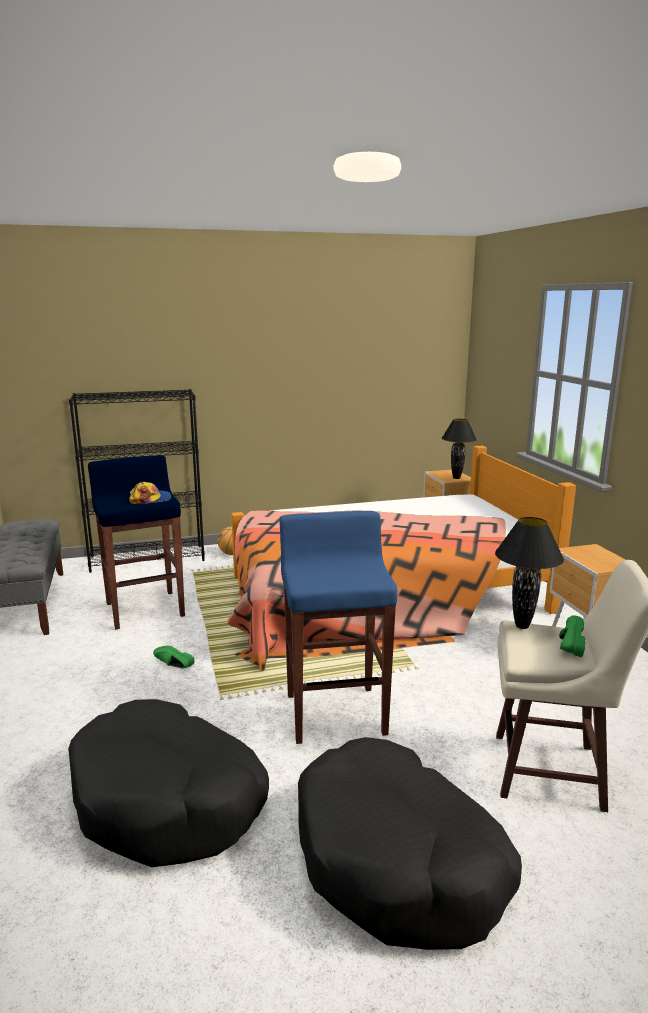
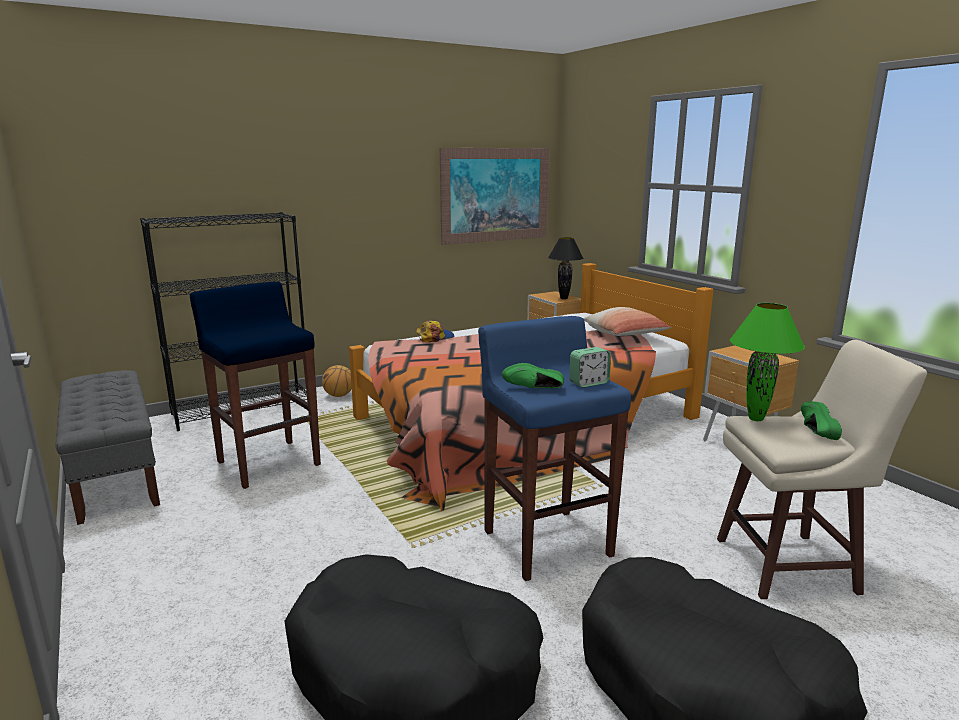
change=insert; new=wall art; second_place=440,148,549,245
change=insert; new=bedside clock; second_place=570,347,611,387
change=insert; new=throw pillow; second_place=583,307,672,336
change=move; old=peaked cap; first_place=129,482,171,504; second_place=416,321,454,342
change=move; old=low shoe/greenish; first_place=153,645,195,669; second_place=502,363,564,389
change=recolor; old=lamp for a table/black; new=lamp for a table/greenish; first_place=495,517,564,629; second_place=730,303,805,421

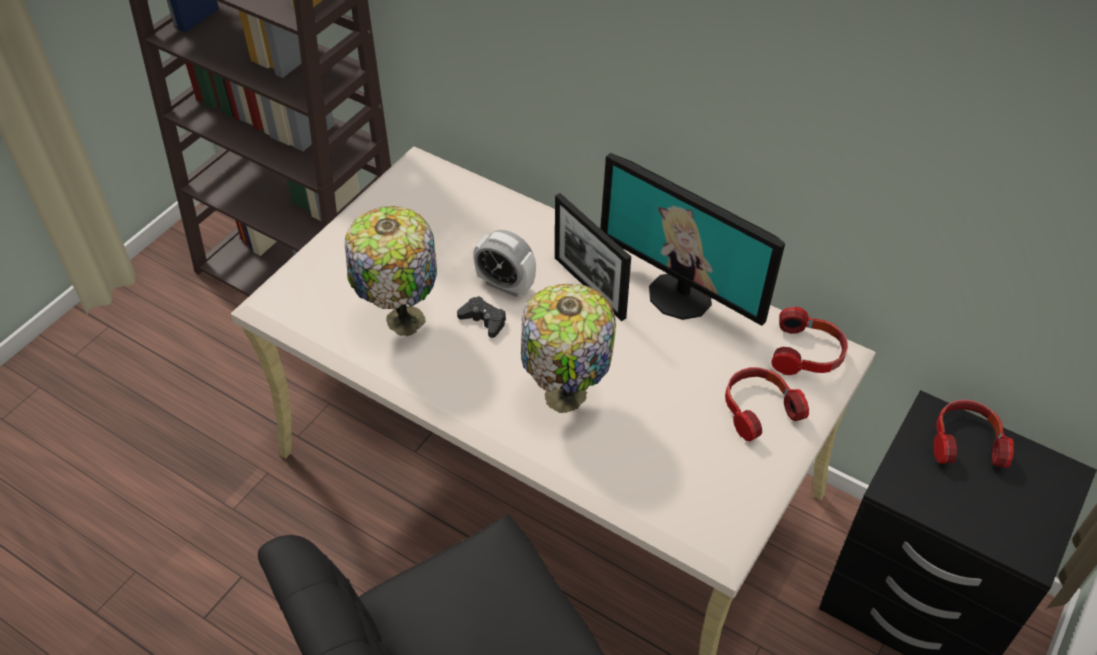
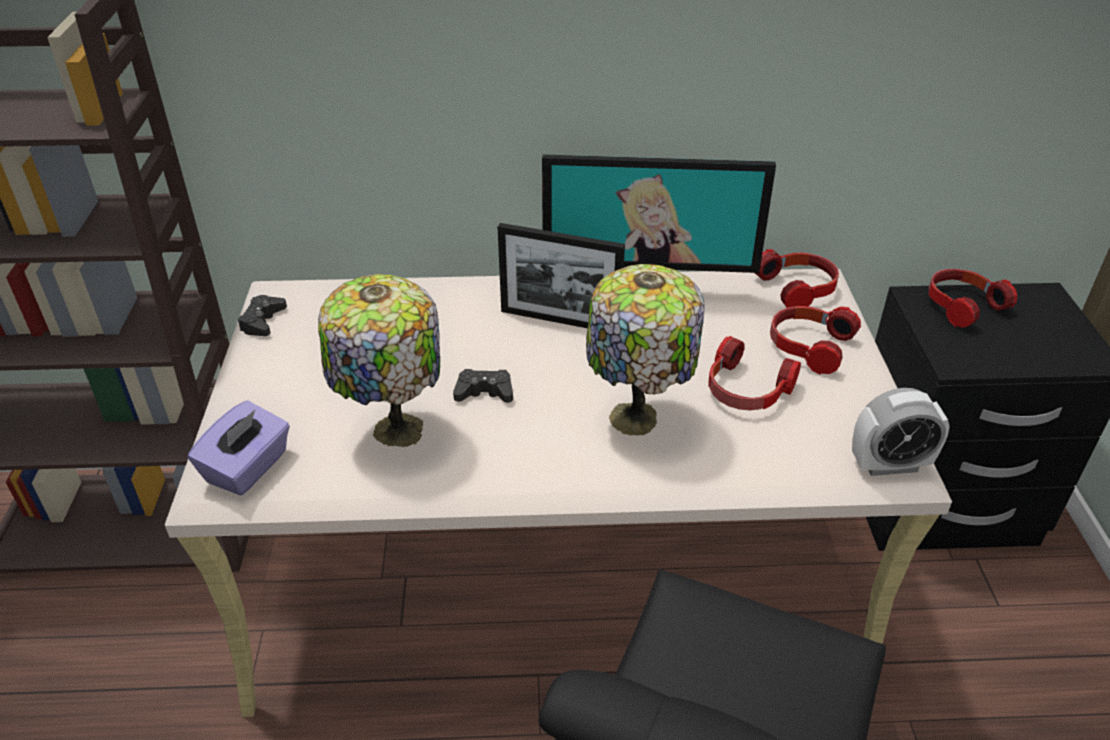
change=insert; new=tissue holder/purple-coloured; second_place=188,400,290,496
change=insert; new=gamepad/black; second_place=238,295,287,336
change=insert; new=pair of headphones; second_place=708,336,801,410
change=move; old=bedside clock; first_place=473,230,536,297; second_place=852,388,950,476

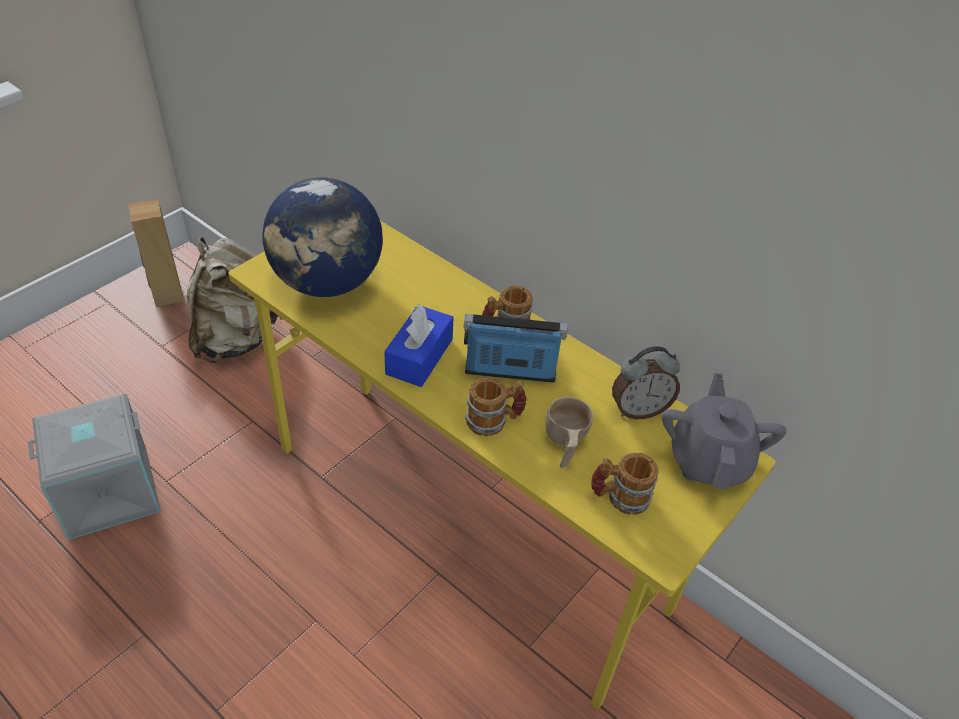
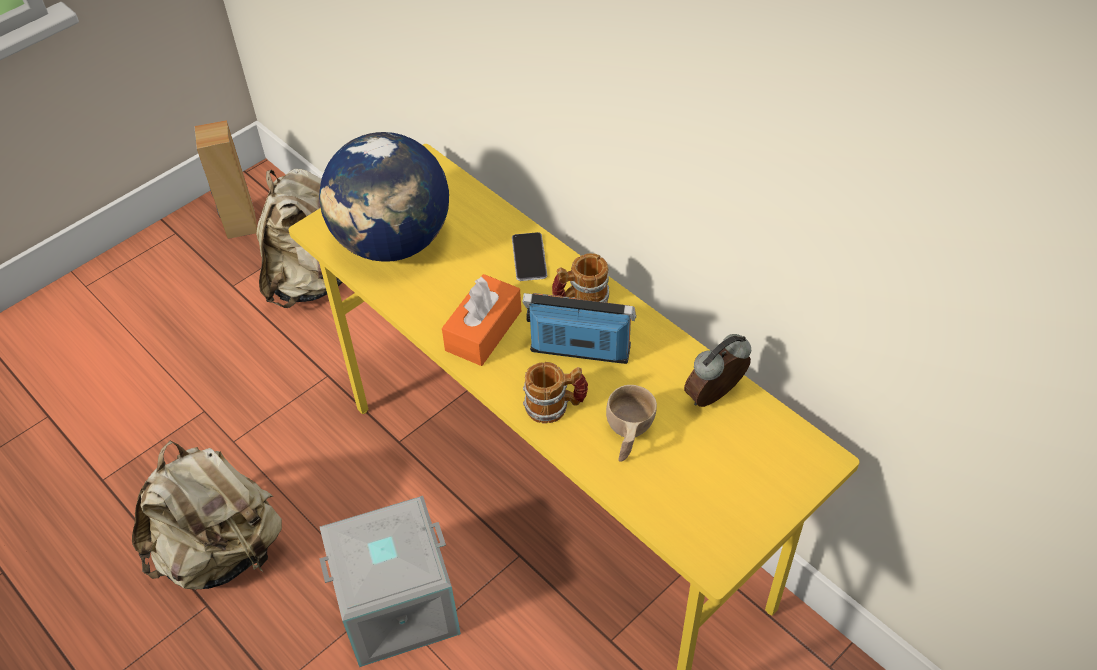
change=delete; old=mug; first_place=591,452,658,515
change=delete; old=teapot/grey; first_place=662,373,786,490
change=insert; new=knapsack/beige; second_place=132,441,282,589
change=insert; new=telephone; second_place=512,232,547,281
change=move; old=storage container/grey; first_place=28,394,161,540; second_place=319,496,461,667
change=recolor; old=tissue holder/blue; new=tissue holder/orange-coloured; first_place=384,304,454,387; second_place=442,274,521,366
change=rotate; old=bedside clock; first_place=612,346,680,419; second_place=684,334,751,407; degrees=150

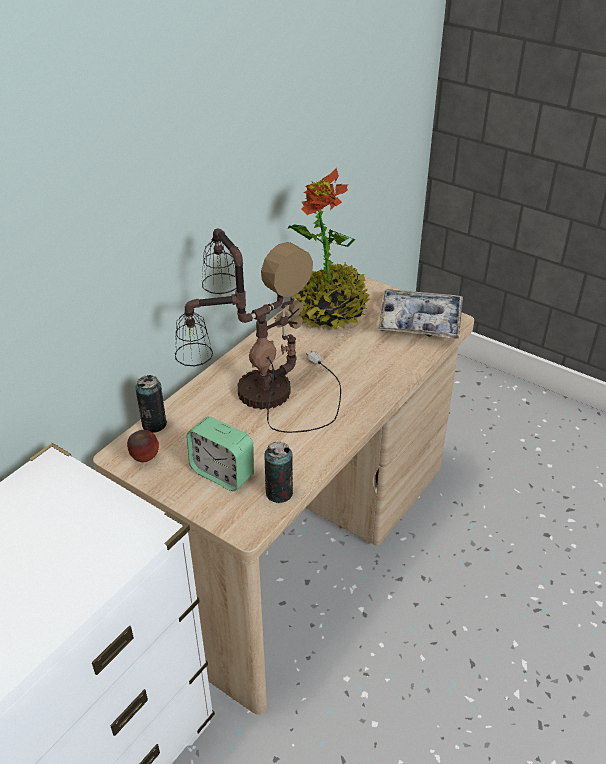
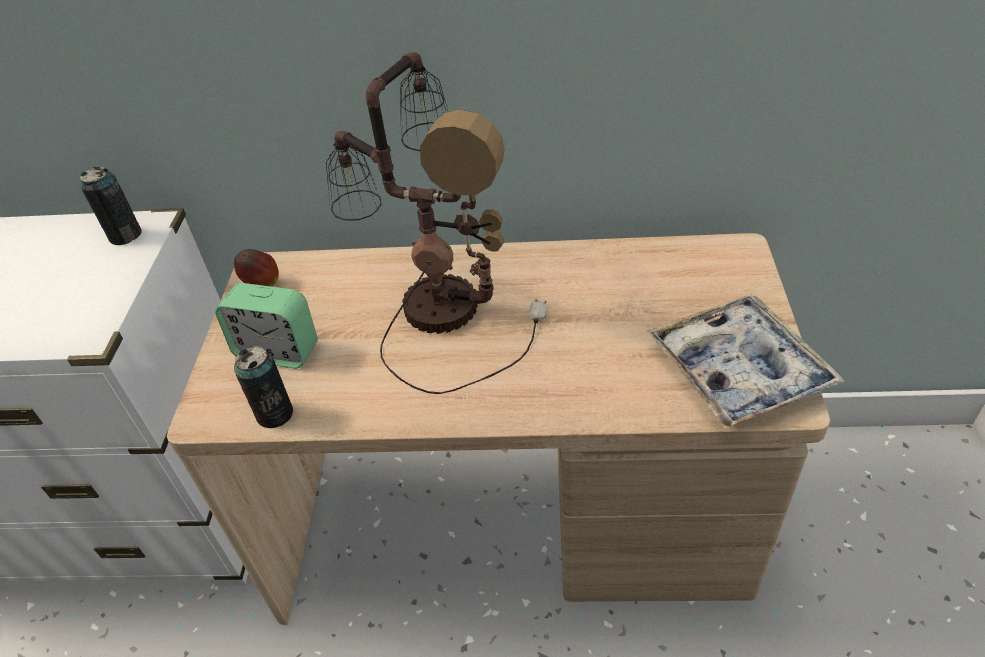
change=delete; old=plant in a pot; first_place=287,168,370,330
change=move; old=sealed can; first_place=135,375,167,433; second_place=80,167,142,245
change=rotate; old=bedside clock; first_place=187,416,254,491; second_place=215,283,318,368; degrees=-75

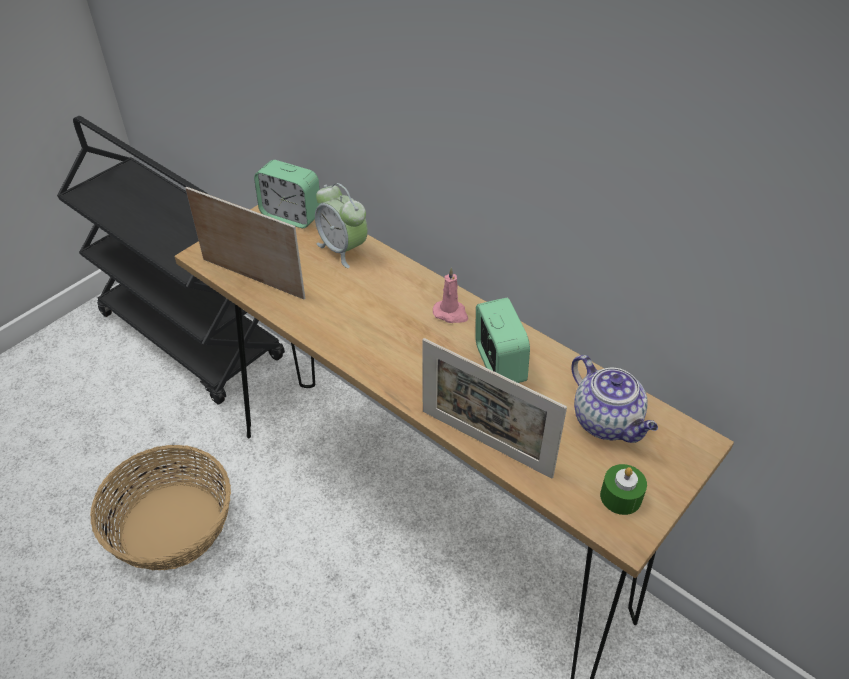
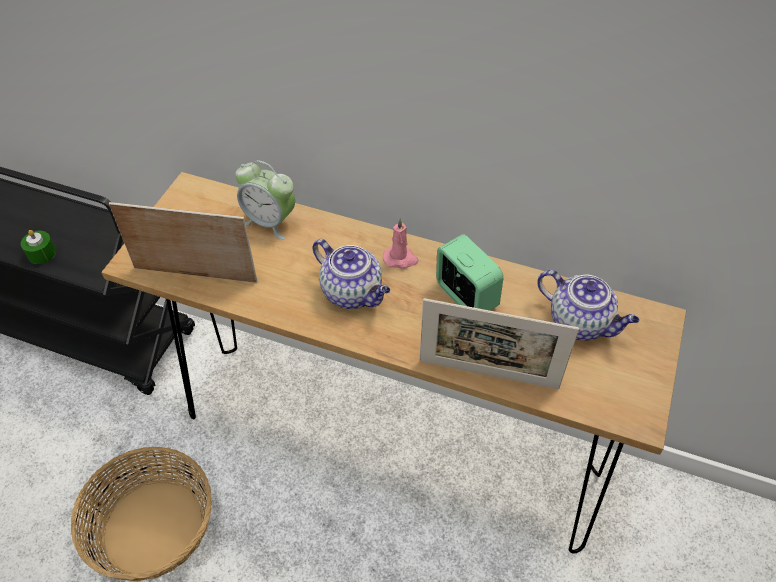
change=delete; old=bedside clock; first_place=254,160,321,228
change=insert; new=teapot; second_place=313,239,390,309
change=move; old=candle/greenish; first_place=600,464,647,515; second_place=21,230,56,264

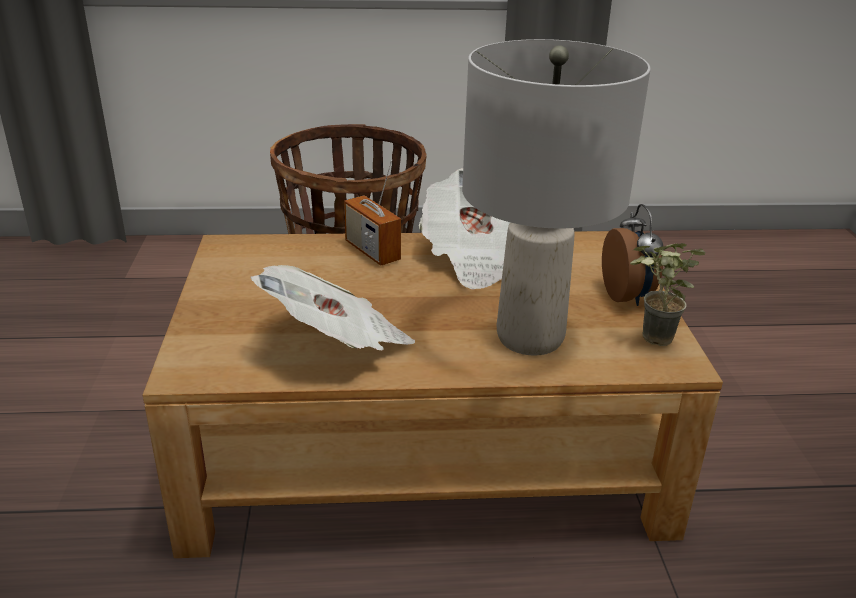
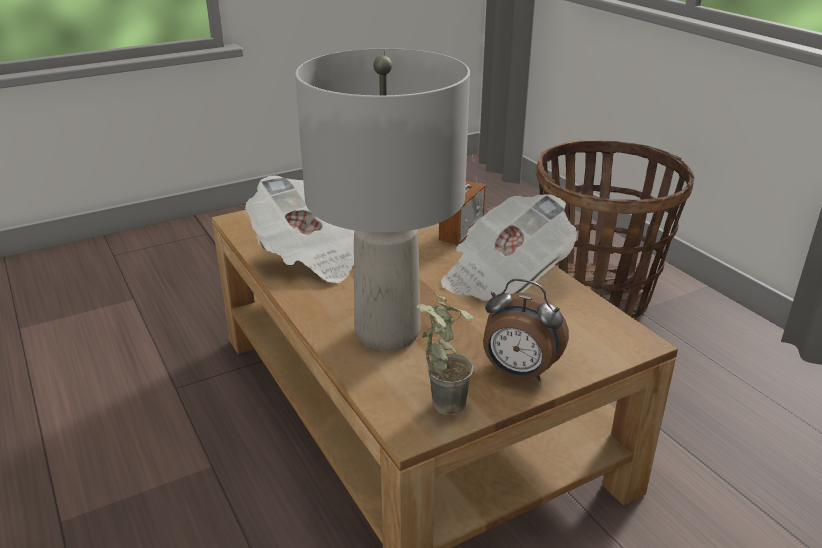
change=rotate; old=bedside clock; first_place=602,204,663,306; second_place=483,279,569,381; degrees=60

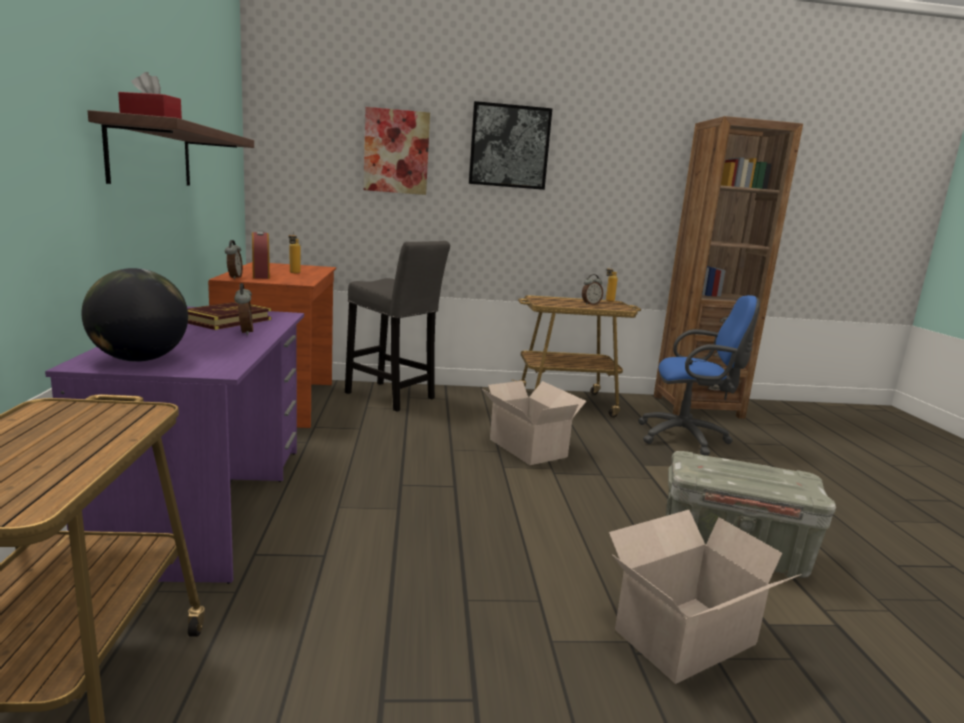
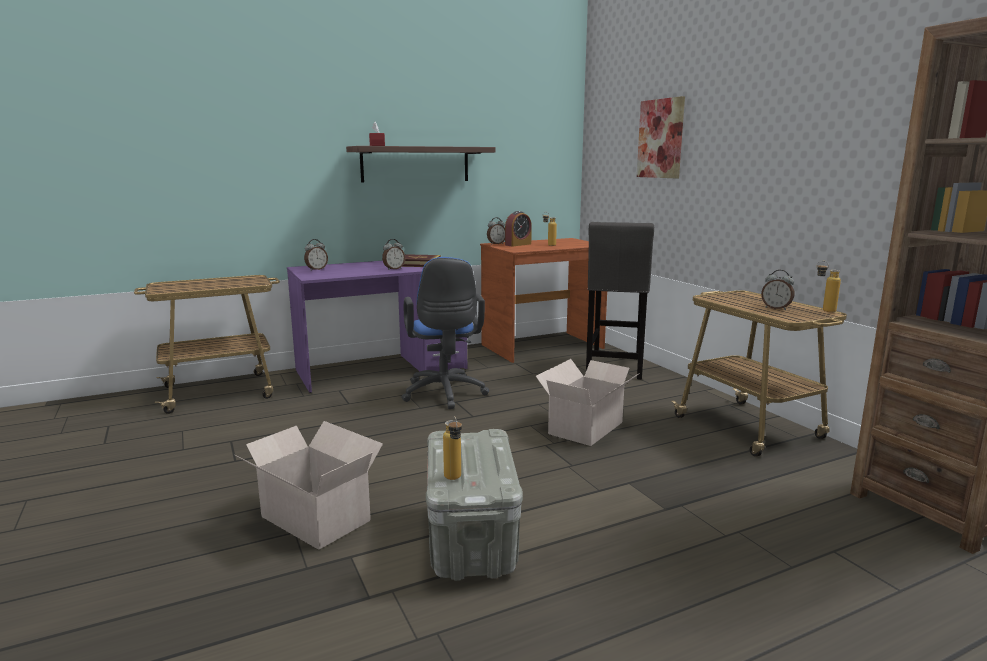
change=delete; old=wall art; first_place=469,101,552,190
change=insert; new=bottle; second_place=443,416,462,480
change=move; old=computer chair/blue; first_place=638,295,760,456; second_place=401,257,489,409
change=replace; old=globe; new=bedside clock; first_place=82,268,188,362; second_place=304,239,328,270

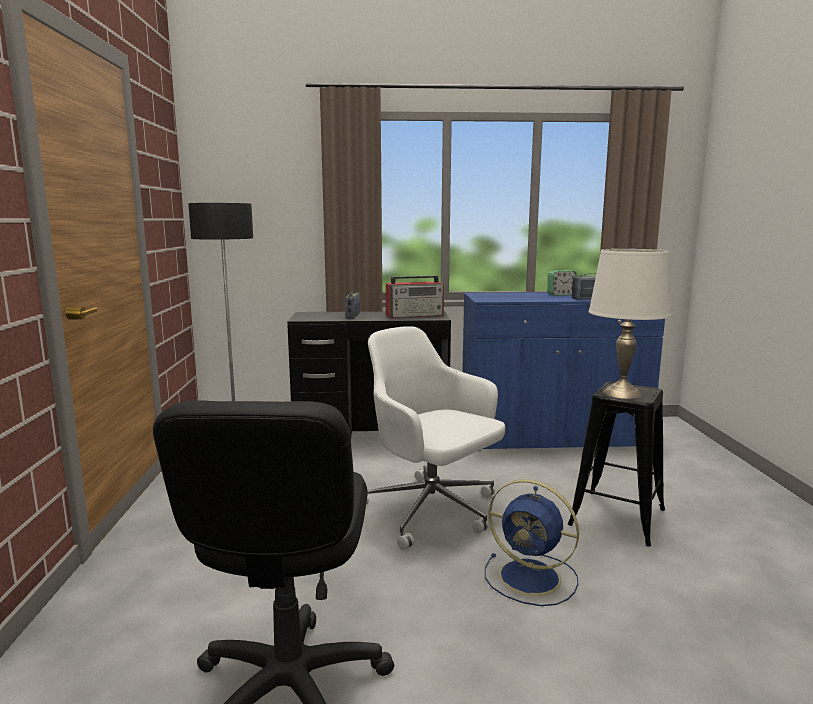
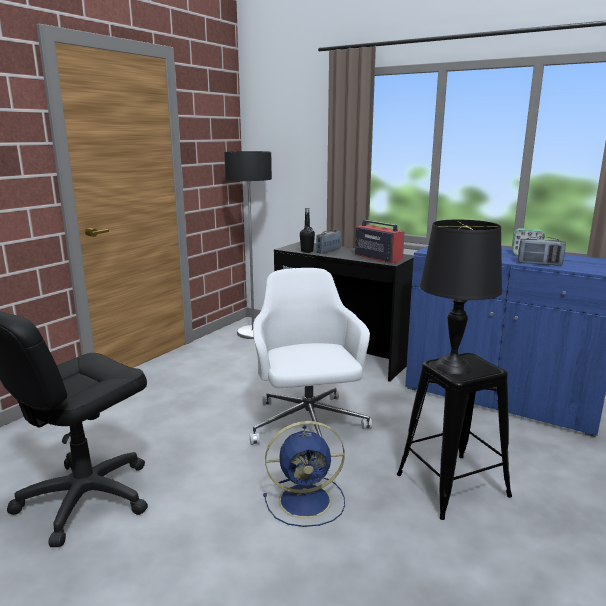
change=insert; new=bottle/black; second_place=300,208,315,253
change=recolor; old=lamp for a table/white; new=lamp for a table/black; first_place=589,249,671,399; second_place=420,220,502,375
change=rotate; old=radio; first_place=386,274,444,318; second_place=355,217,405,263; degrees=-150
change=rotate; old=cooling fan/blue; first_place=485,479,579,606; second_place=263,421,345,527; degrees=-75

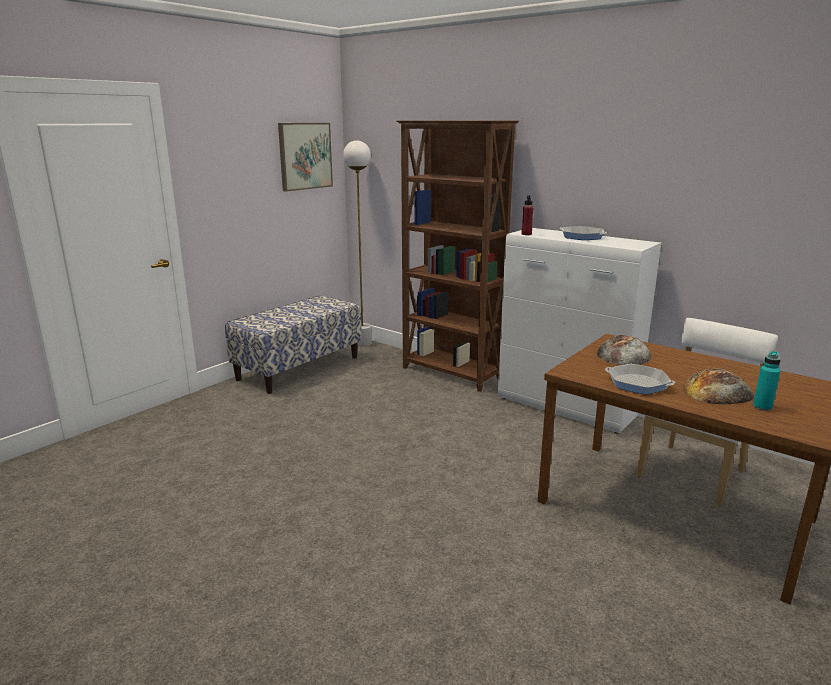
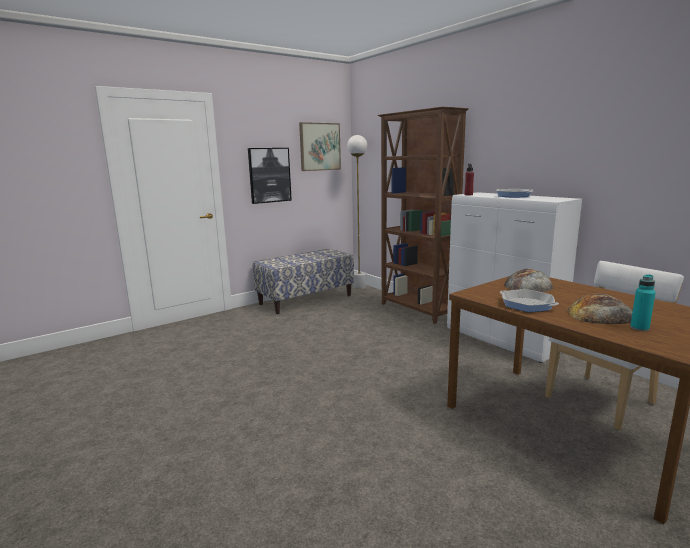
change=insert; new=wall art; second_place=248,148,292,204

